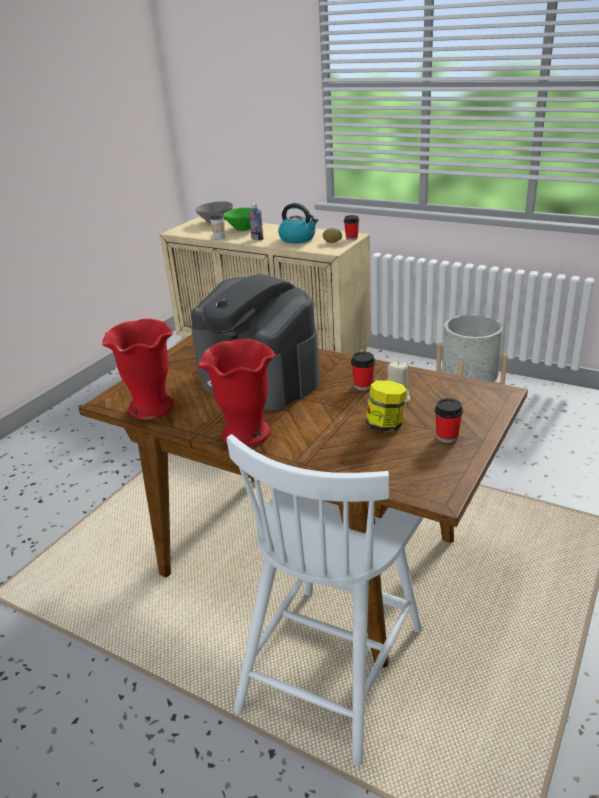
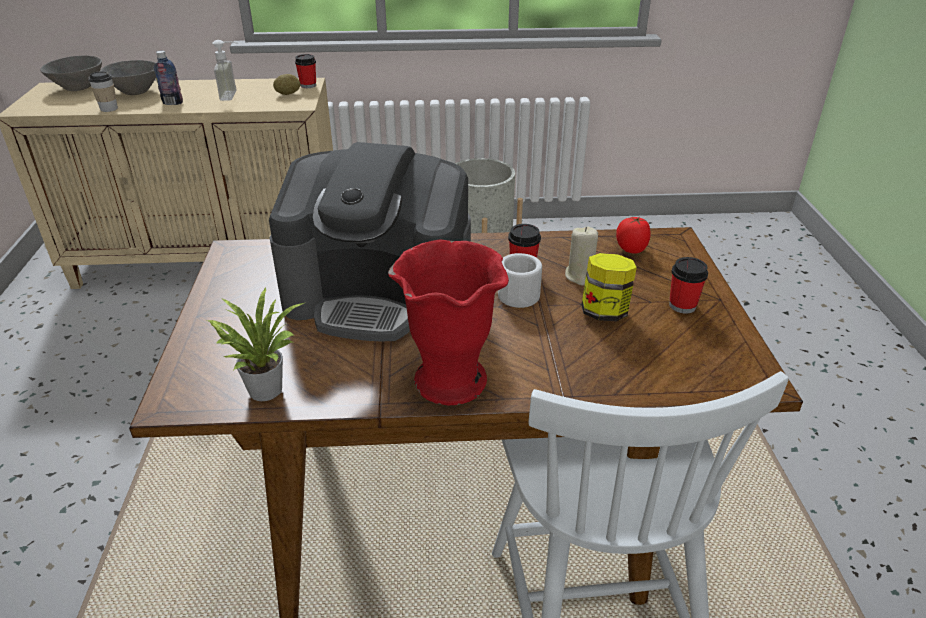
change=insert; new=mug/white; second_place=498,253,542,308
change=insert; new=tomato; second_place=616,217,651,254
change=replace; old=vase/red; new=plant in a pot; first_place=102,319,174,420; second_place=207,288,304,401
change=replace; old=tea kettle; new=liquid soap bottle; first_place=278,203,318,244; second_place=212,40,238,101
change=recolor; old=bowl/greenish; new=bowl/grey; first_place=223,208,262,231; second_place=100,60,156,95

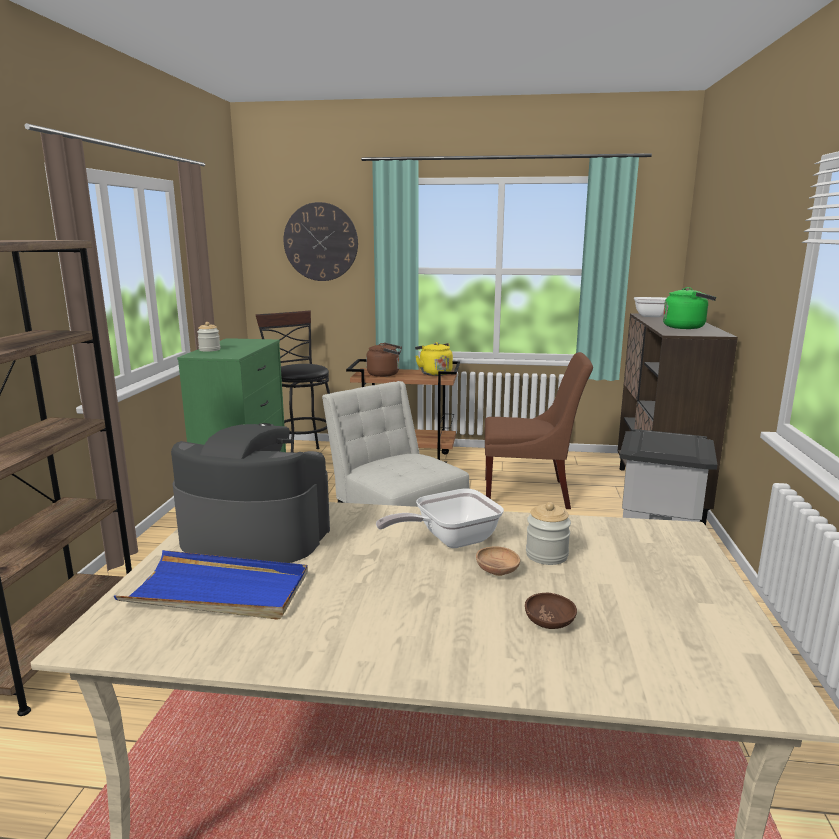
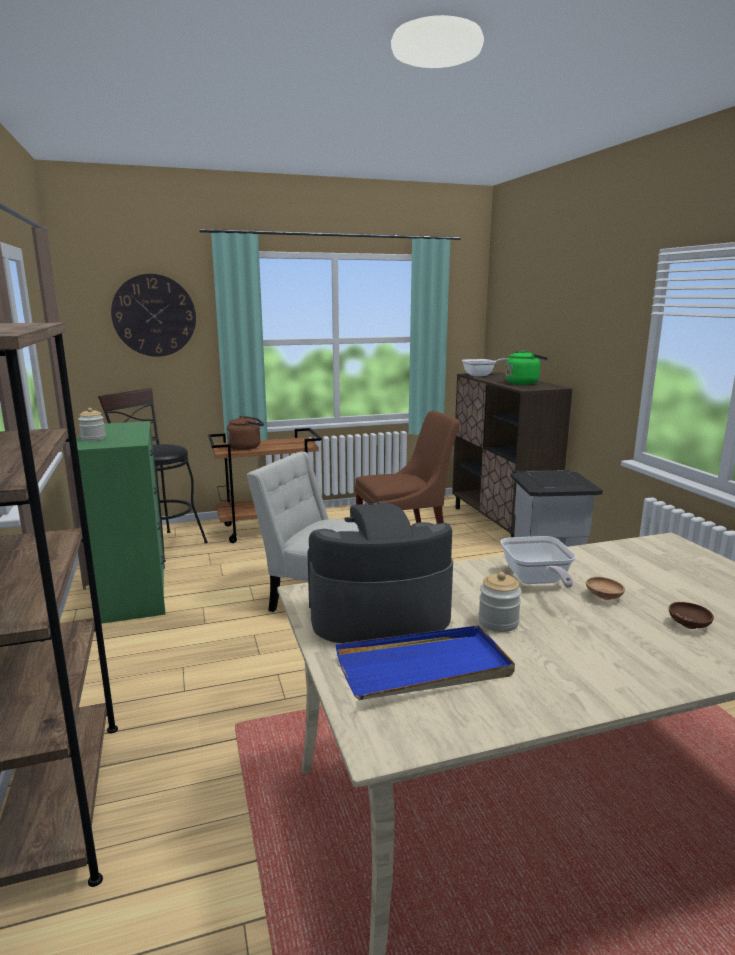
change=delete; old=tea kettle/yellow-coloured; first_place=415,342,453,376
change=move; old=preserve jar; first_place=526,502,571,565; second_place=478,572,522,632
change=rotate; old=pan; first_place=376,488,504,548; second_place=500,536,576,588; degrees=-45

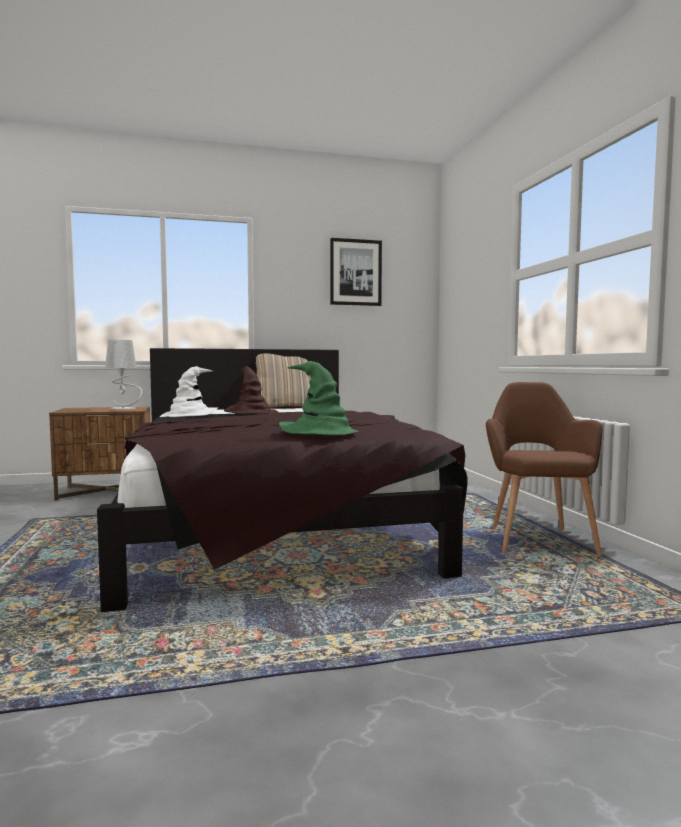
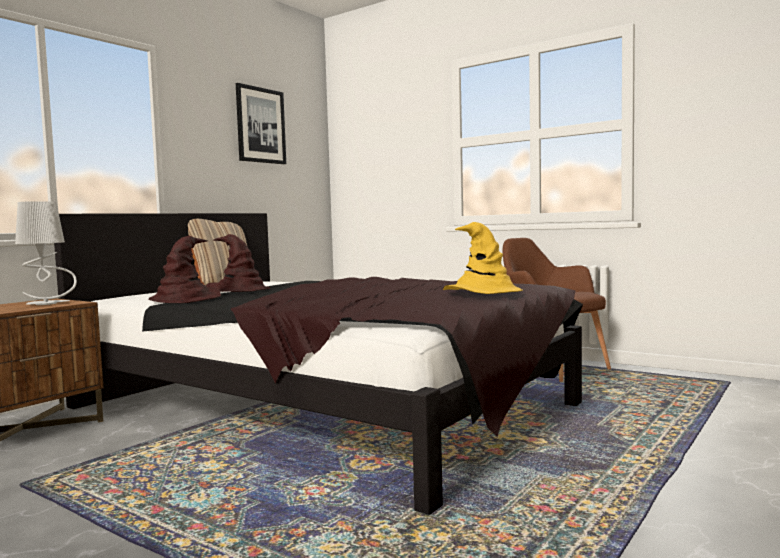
change=recolor; old=wearable hat/white; new=wearable hat/brownish; first_place=164,366,219,417; second_place=148,236,221,303
change=recolor; old=wearable hat/greenish; new=wearable hat/yellow-coloured; first_place=279,361,358,435; second_place=443,222,523,294

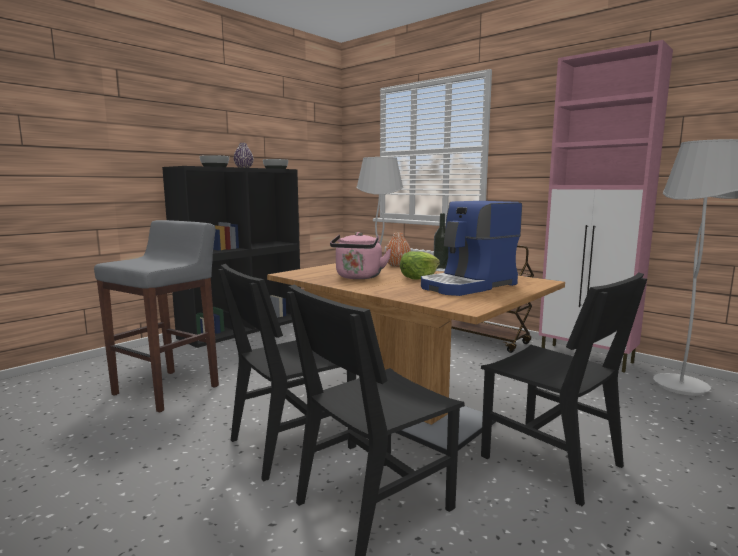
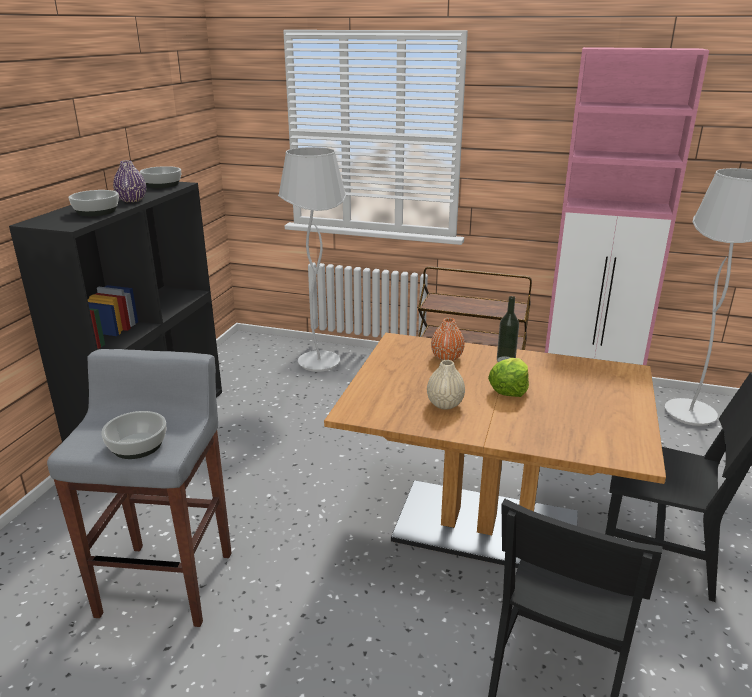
change=delete; old=plain chair/black; first_place=218,264,356,482
change=delete; old=coffee maker; first_place=421,201,522,296
change=insert; new=bowl; second_place=101,411,166,459
change=replace; old=tea kettle/pink; new=vase/beige; first_place=330,232,392,279; second_place=427,360,465,410

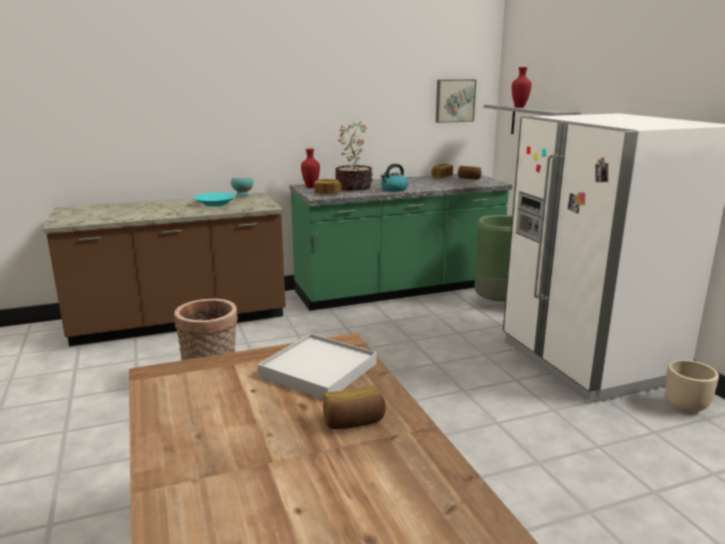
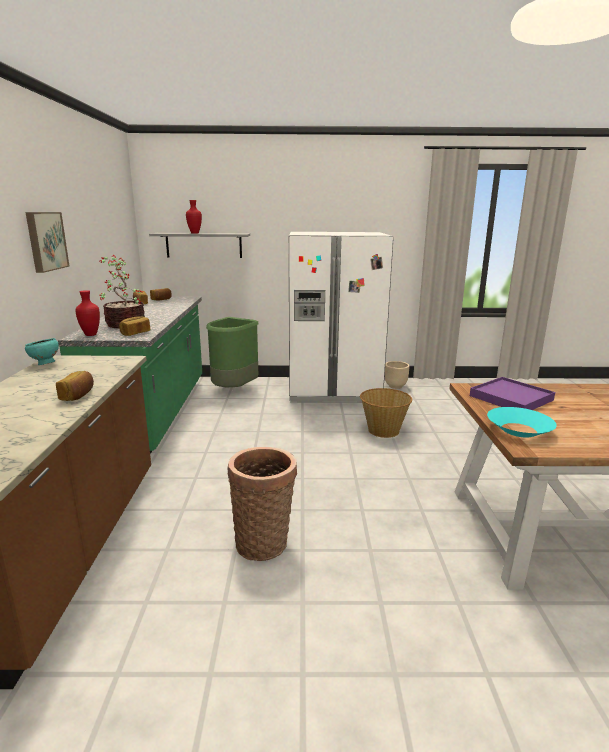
change=delete; old=tea kettle; first_place=381,164,408,192
change=insert; new=storage basket; second_place=360,388,412,438
change=move; old=bowl/turquoise-coloured; first_place=194,192,236,207; second_place=487,407,557,437
change=move; old=bakery bread; first_place=323,386,386,429; second_place=56,371,94,401
change=move; old=wall art; first_place=436,79,477,123; second_place=25,212,69,273
change=recolor; old=carrying tray/white; new=carrying tray/purple-coloured; first_place=257,334,376,399; second_place=470,377,555,410

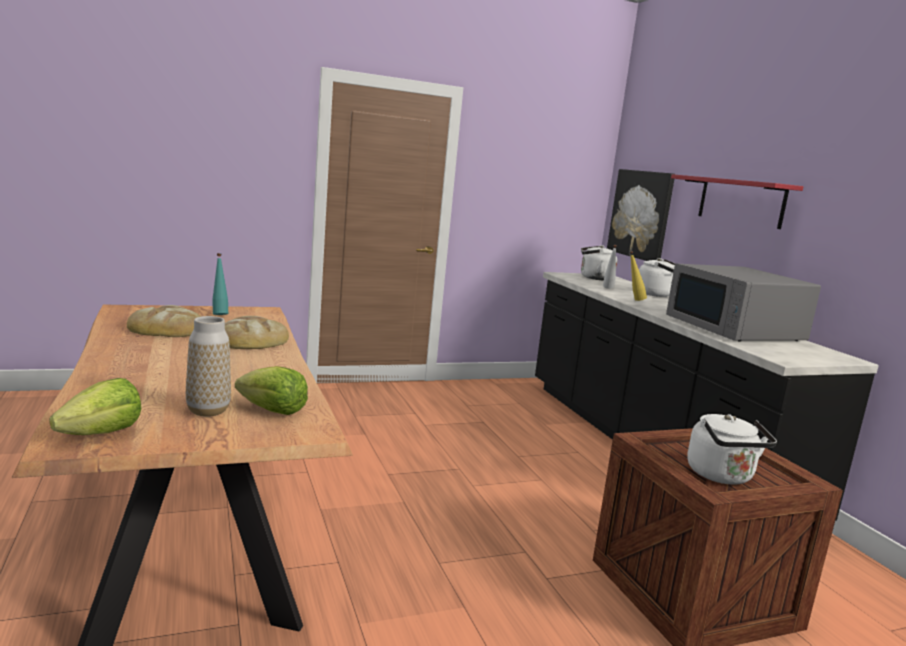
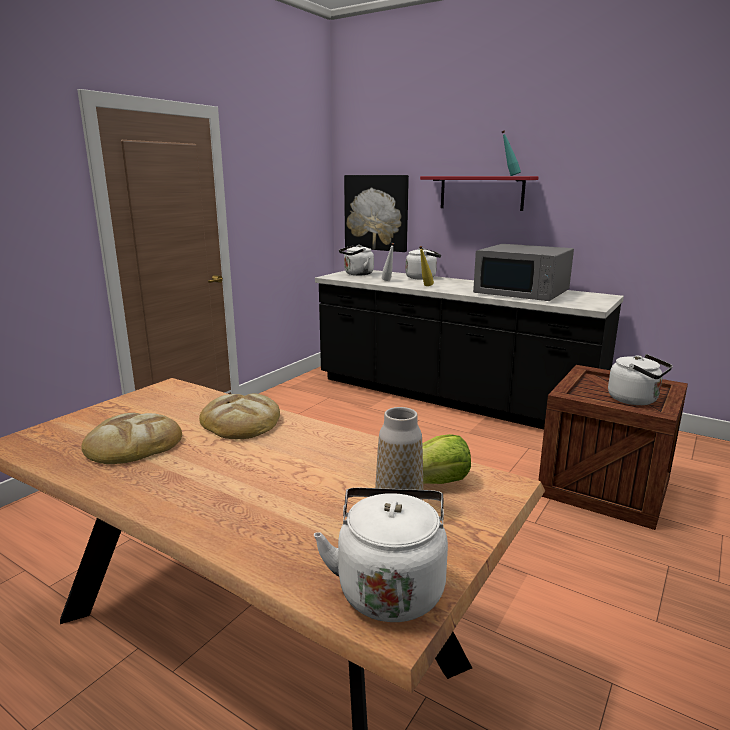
change=move; old=bottle/turquoise-coloured; first_place=212,253,228,315; second_place=502,130,521,176
change=replace; old=lettuce head; new=tea kettle/white; first_place=50,378,141,435; second_place=314,488,448,622

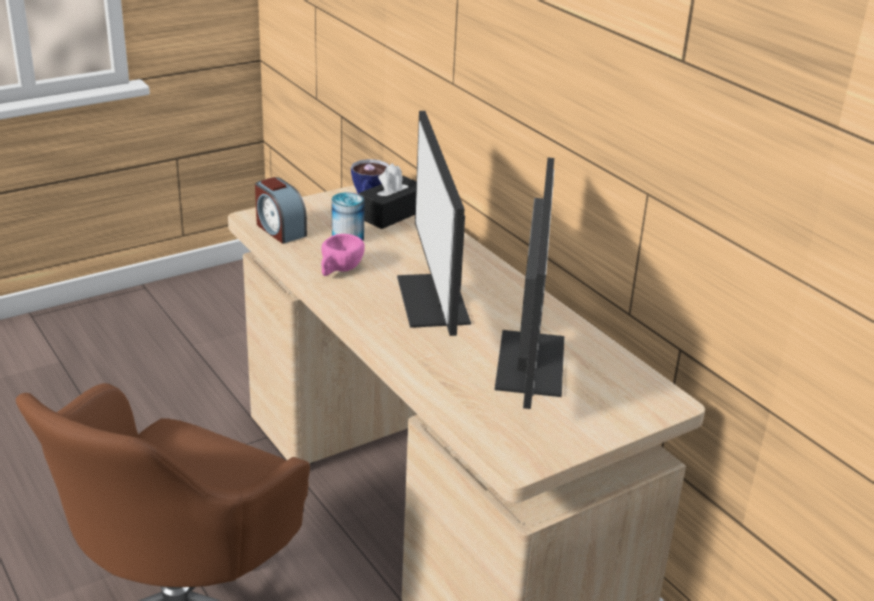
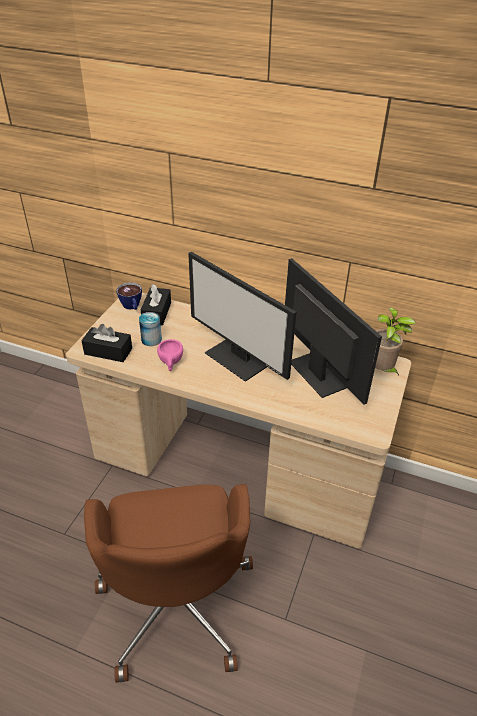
change=insert; new=plant in a pot; second_place=375,308,416,375
change=replace; old=bedside clock; new=tissue holder/black; first_place=255,177,307,244; second_place=81,324,132,362

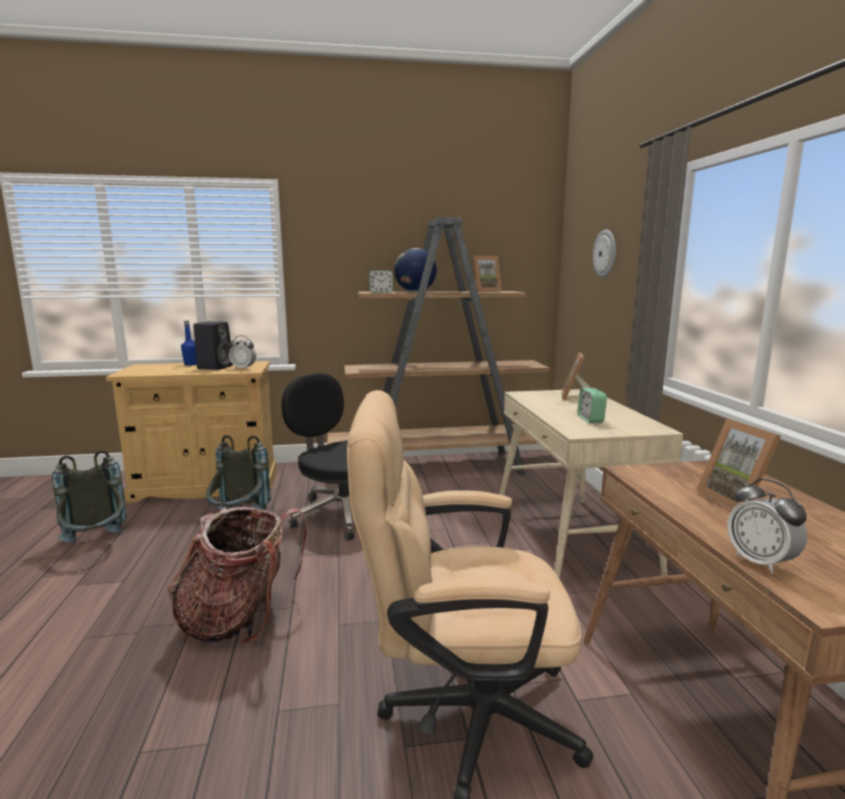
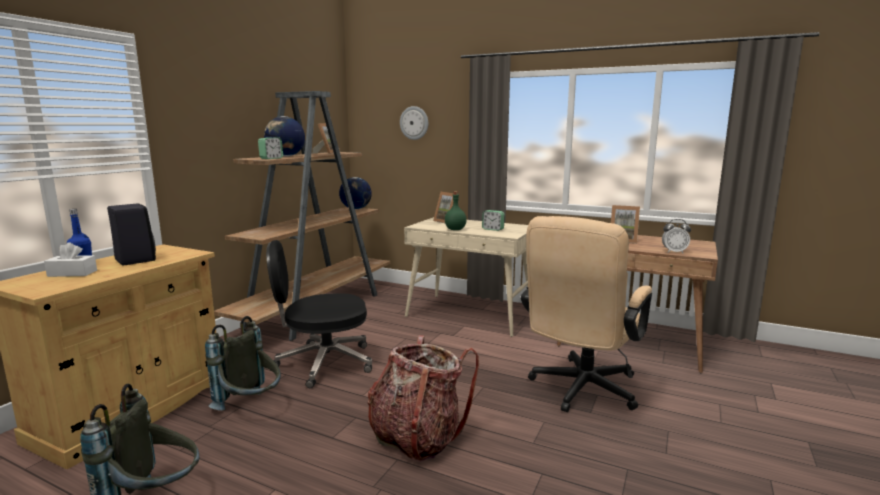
change=delete; old=bedside clock; first_place=229,335,256,370
change=insert; new=tissue holder/white; second_place=44,242,97,277
change=insert; new=globe; second_place=339,177,372,209
change=insert; new=bottle/greenish; second_place=445,191,467,230

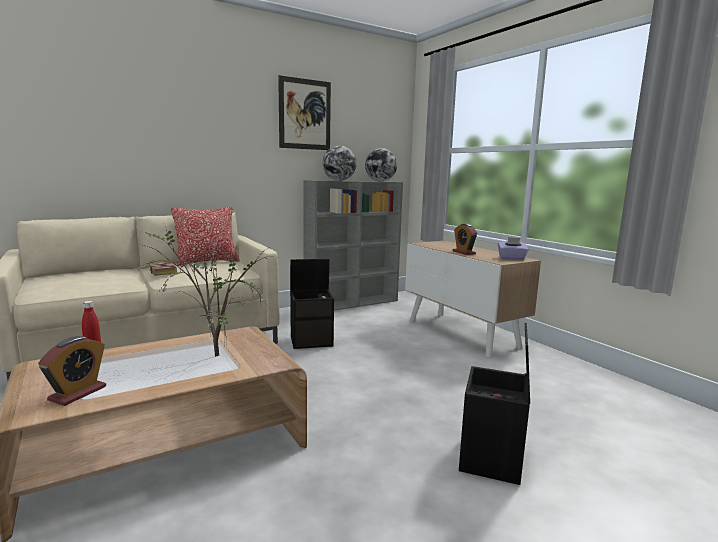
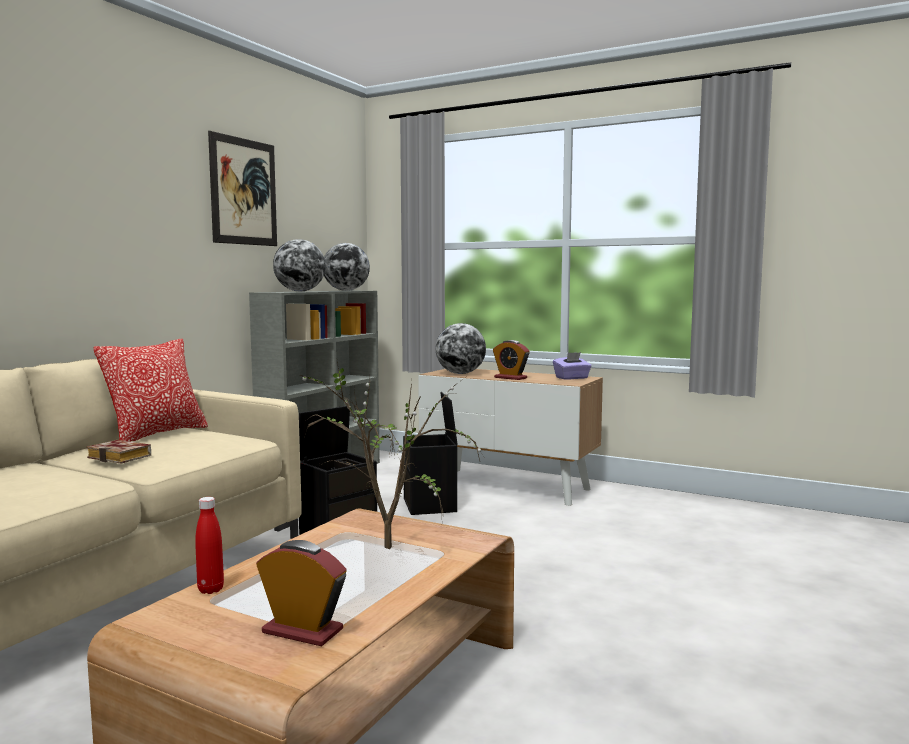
change=insert; new=globe; second_place=436,323,486,374
change=move; old=storage container/black; first_place=459,323,530,485; second_place=403,392,458,515
change=rotate; old=bedside clock; first_place=38,336,106,406; second_place=256,540,347,647; degrees=-60

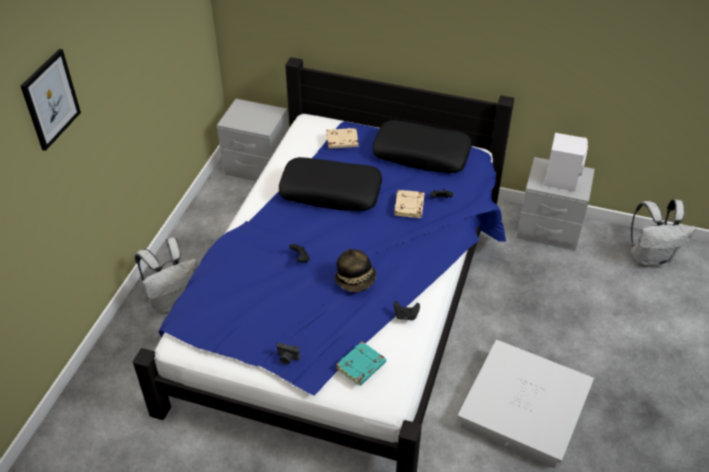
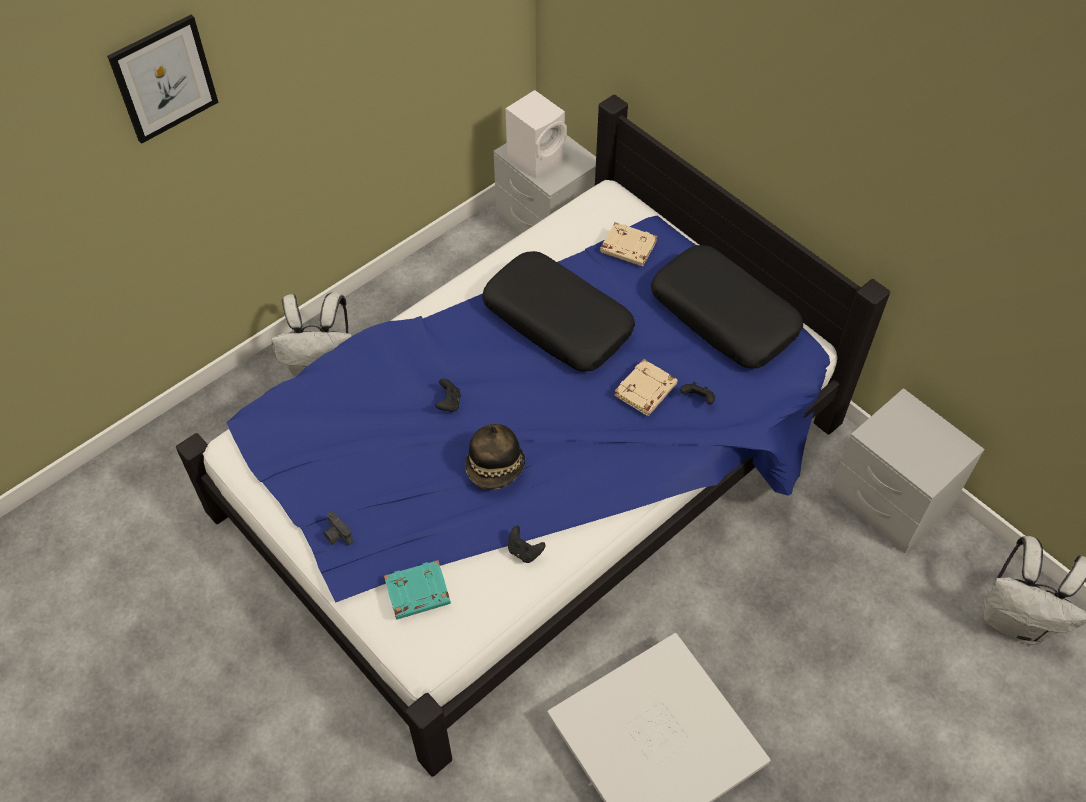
change=move; old=speaker/white; first_place=544,133,588,192; second_place=506,90,567,178

